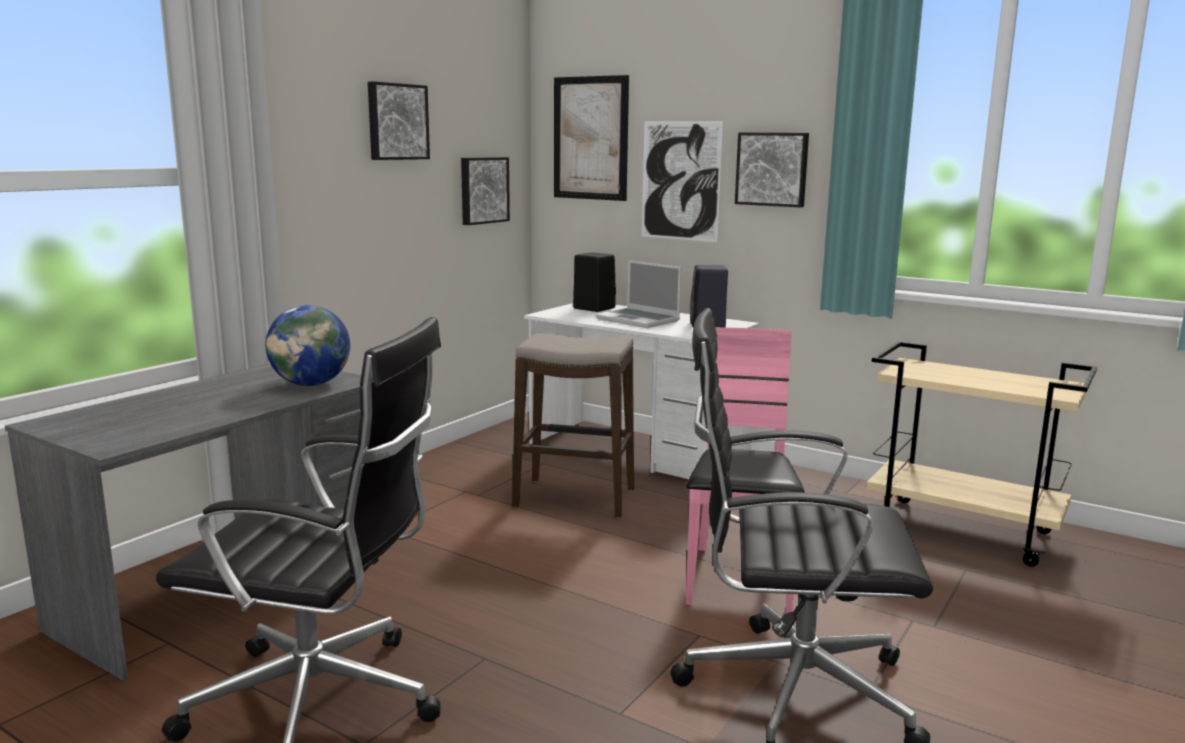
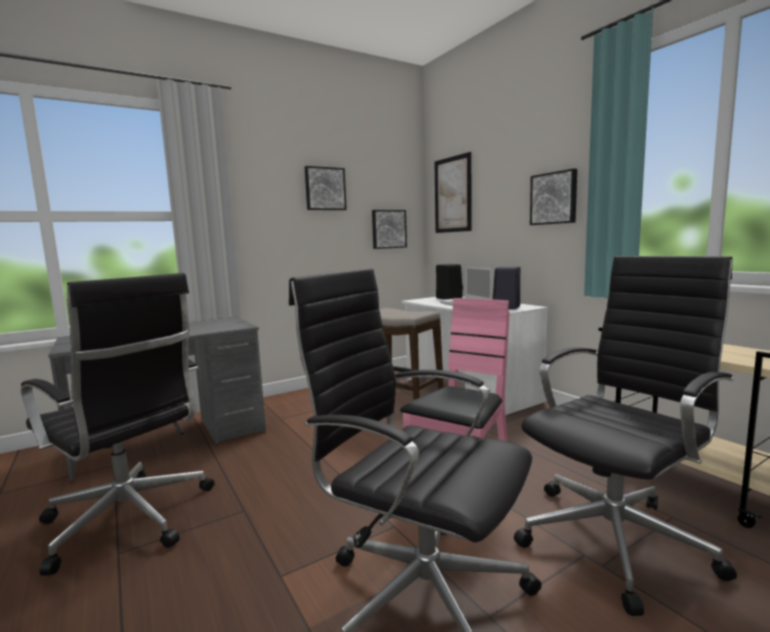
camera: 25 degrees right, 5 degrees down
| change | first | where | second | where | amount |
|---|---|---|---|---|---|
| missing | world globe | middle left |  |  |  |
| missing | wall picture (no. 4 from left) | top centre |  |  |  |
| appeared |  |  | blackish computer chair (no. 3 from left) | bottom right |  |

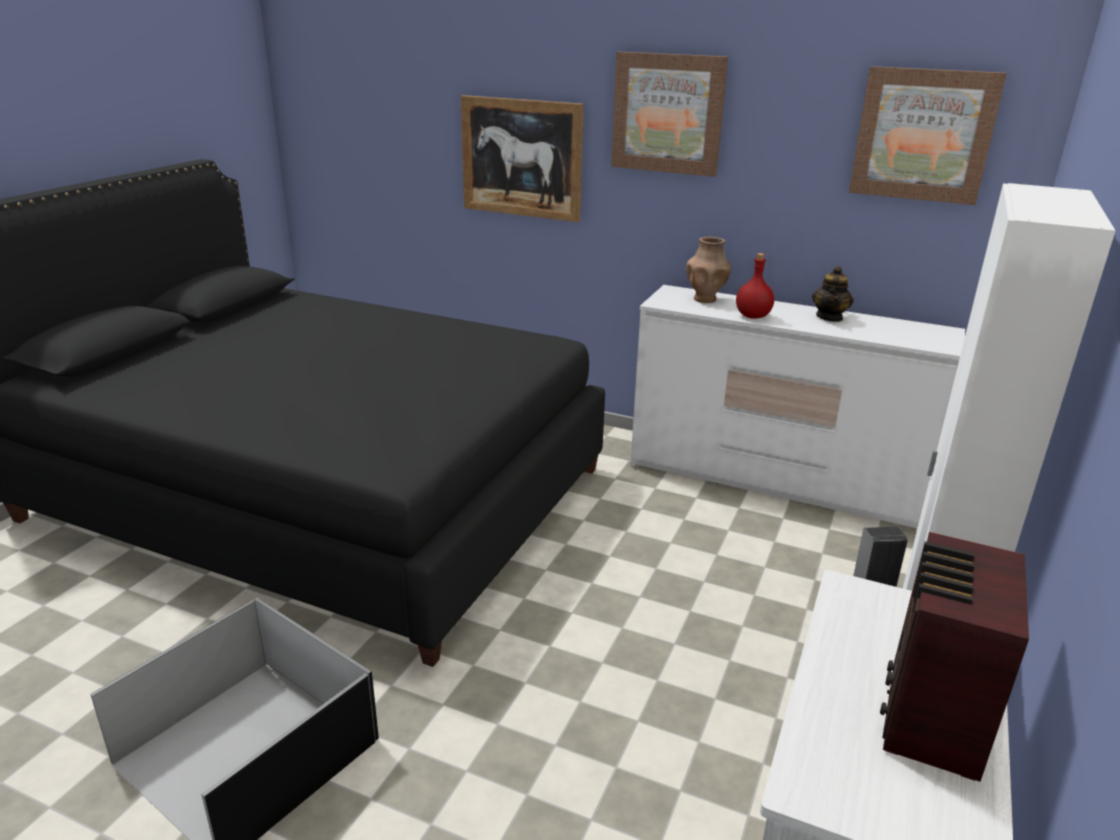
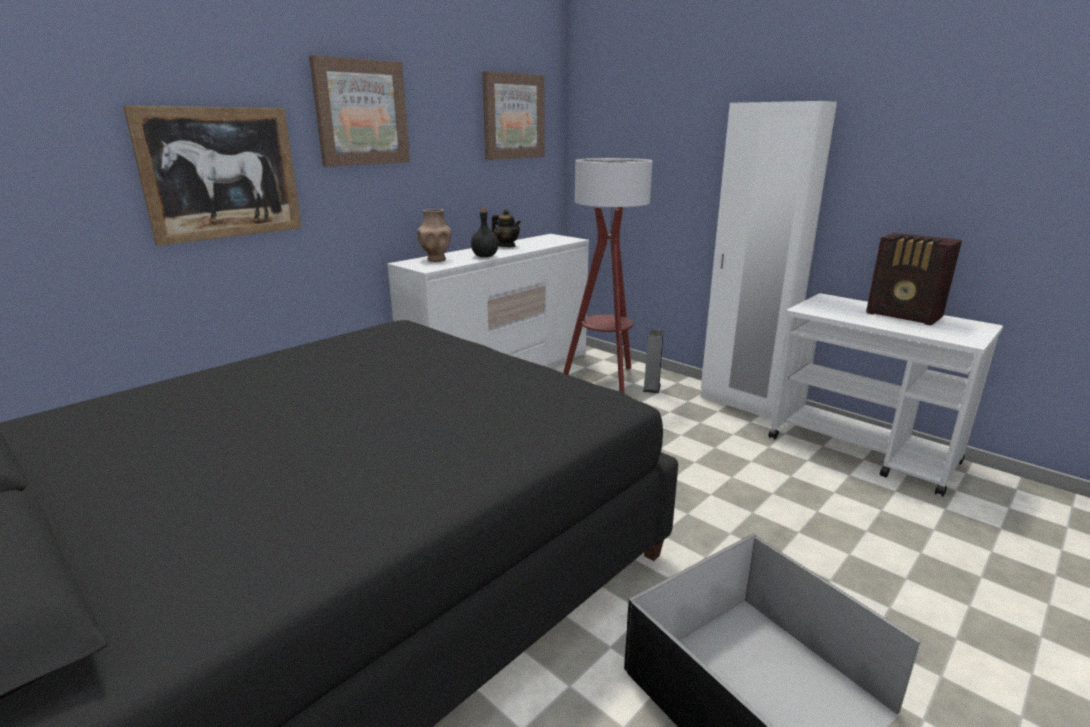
camera: 70 degrees left, 5 degrees down
| change | first | where | second | where | amount |
|---|---|---|---|---|---|
| colour | reddish drink bottle | middle right | blackish drink bottle | top centre |  |
| appeared |  |  | floor lamp | centre |  |

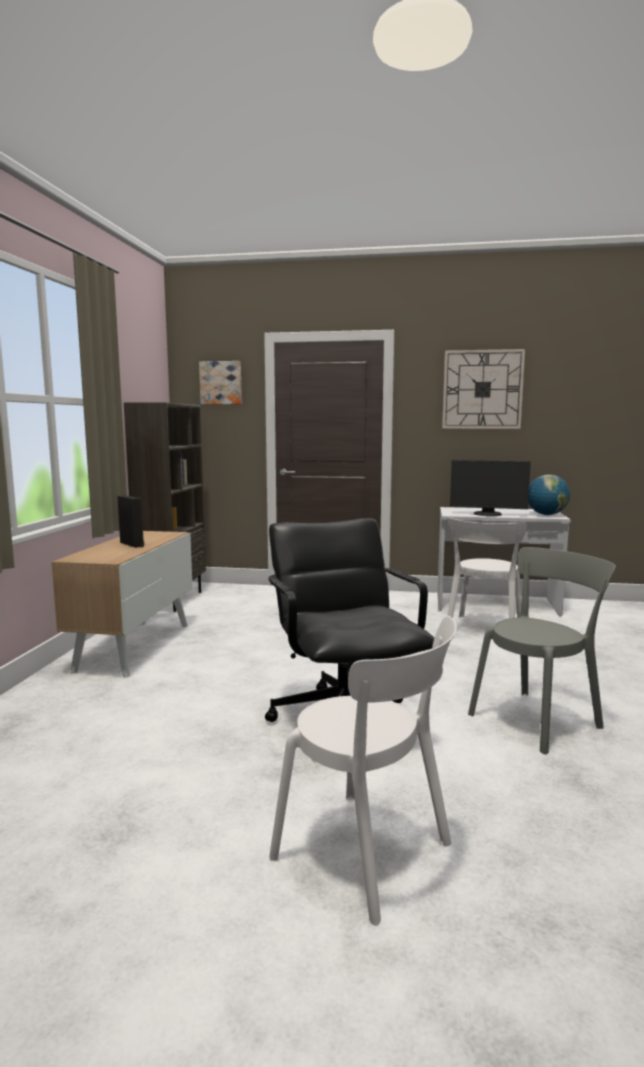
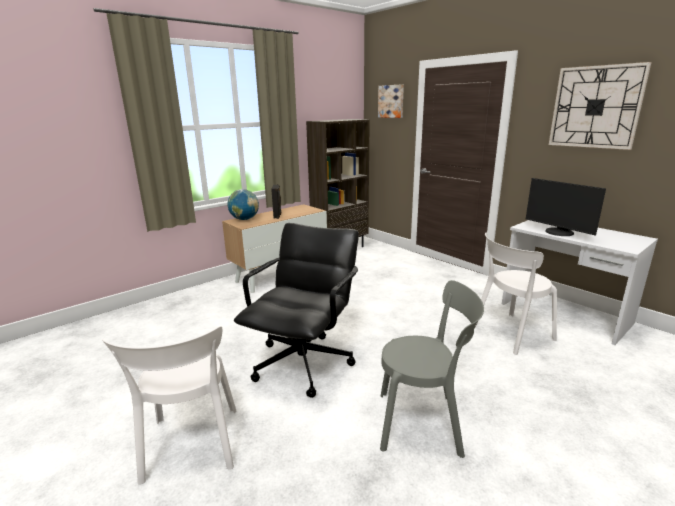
camera: 40 degrees right, 10 degrees up
| change | first | where | second | where | amount |
|---|---|---|---|---|---|
| relocated | world globe | middle right |  | centre |  |

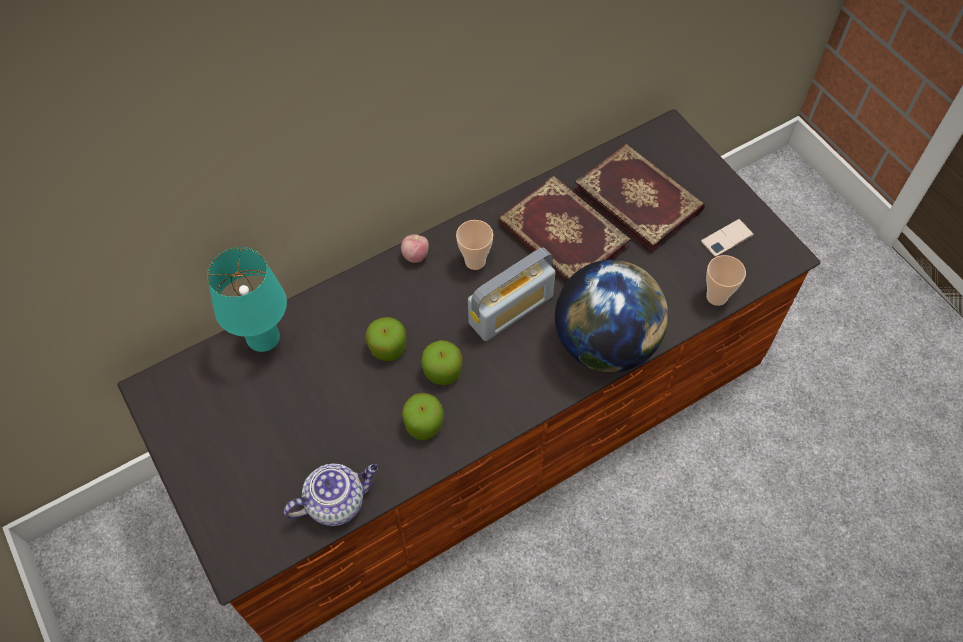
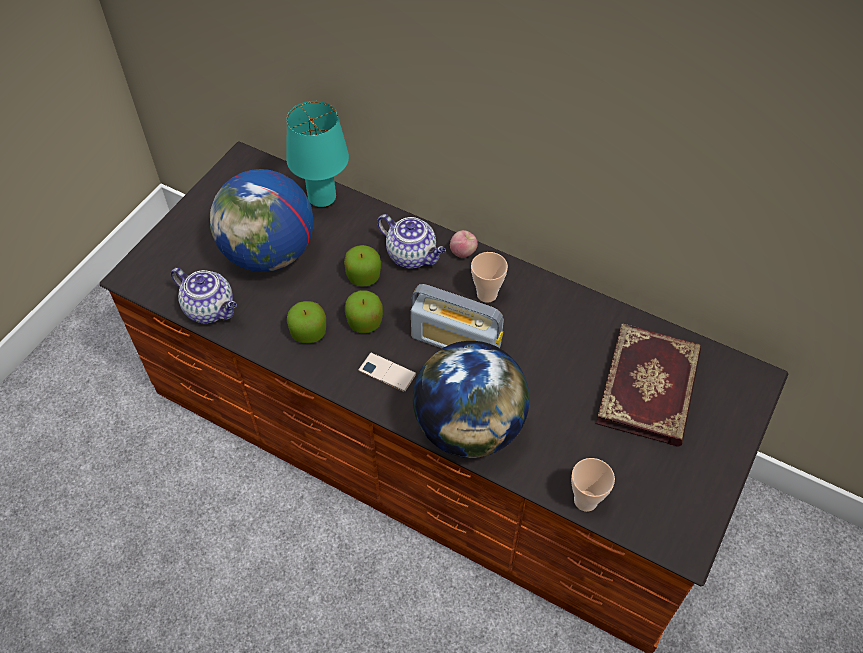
camera: 60 degrees right, 5 degrees down
| change | first | where | second | where | amount |
|---|---|---|---|---|---|
| missing | book (no. 1 from left) | centre |  |  |  |
| relocated | handset | middle right |  | centre |  |
| appeared |  |  | world globe (no. 1 from left) | middle left |  |
| appeared |  |  | pot for tea (no. 2 from left) | centre |  |

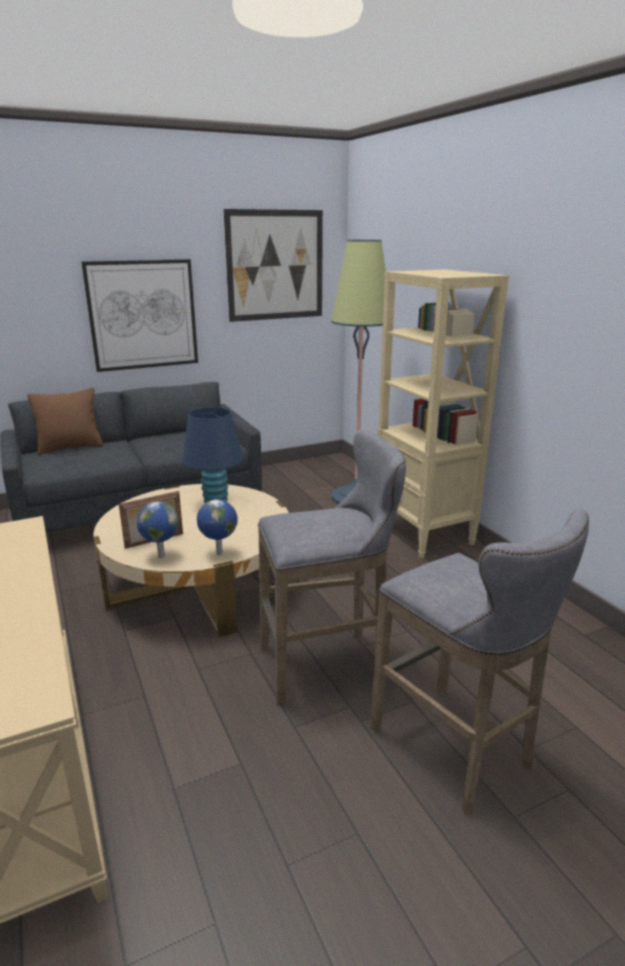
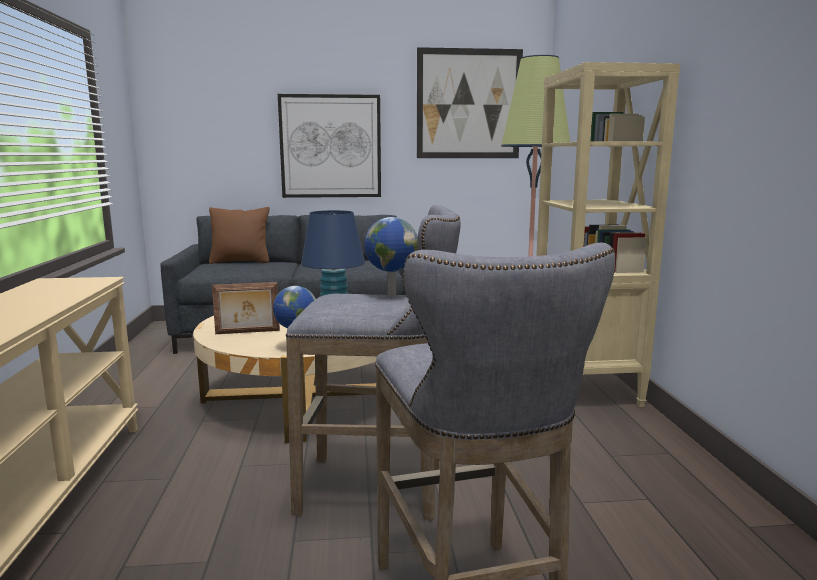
camera: 20 degrees right, 10 degrees down
| change | first | where | second | where | amount |
|---|---|---|---|---|---|
| relocated | world globe (no. 1 from left in the first image) | middle left | world globe (no. 2 from left) | centre |  |

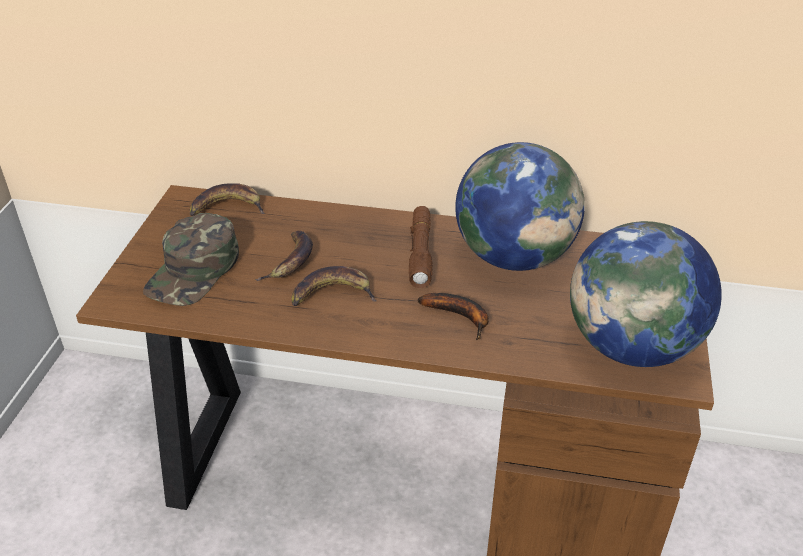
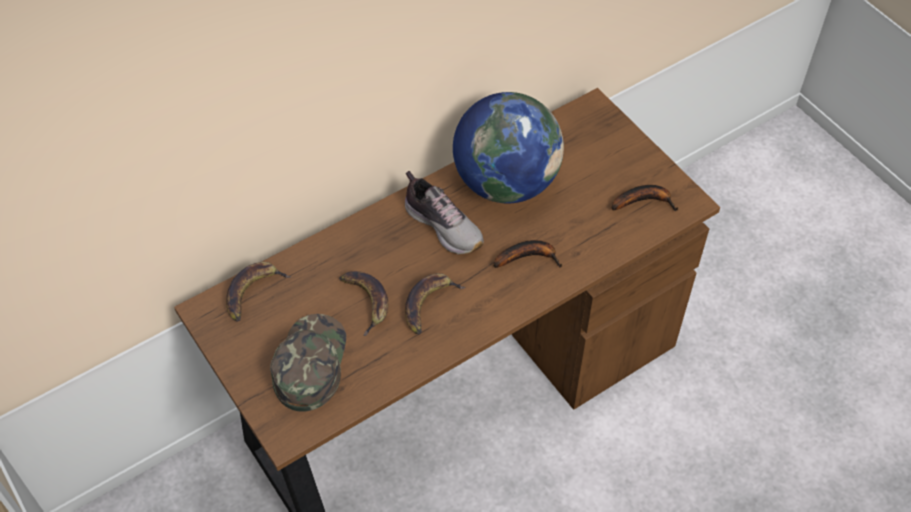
camera: 45 degrees left, 15 degrees up
| change | first | where | second | where | amount |
|---|---|---|---|---|---|
| spun | greenish peaked cap | middle left |  | bottom centre | 150 degrees counterclockwise |
| exchanged | brown torch | centre | item of footwear | centre |  |
| exchanged | world globe (no. 2 from left) | middle right | whole banana (no. 5 from left) | middle right |  |

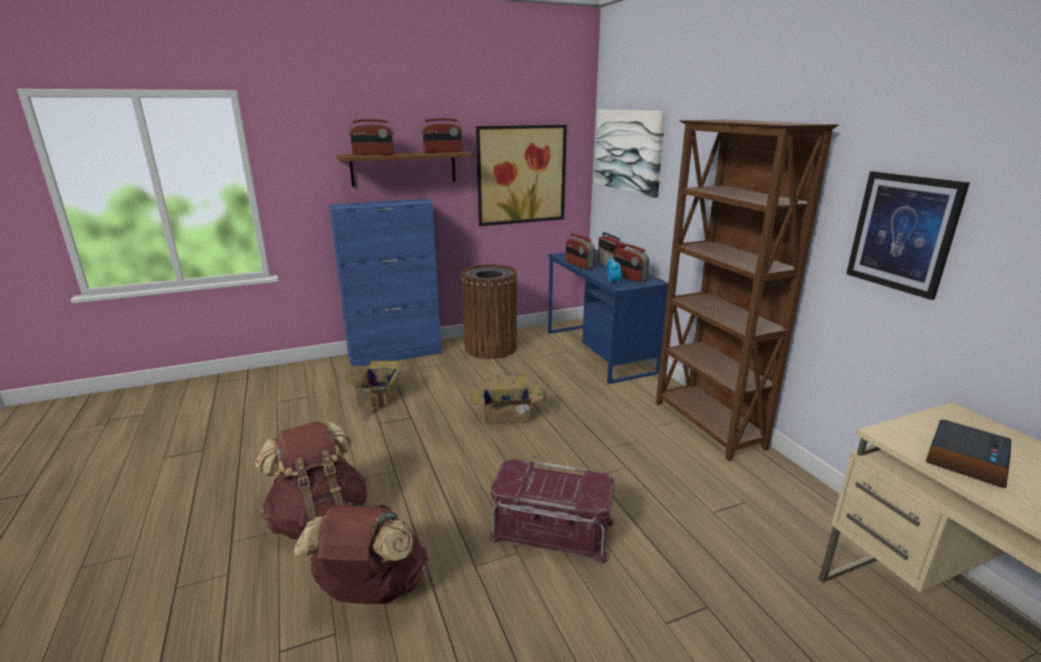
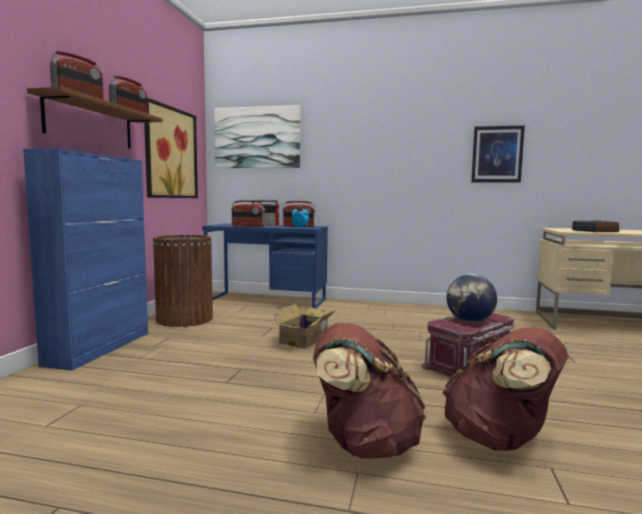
camera: 55 degrees left, 15 degrees down
| change | first | where | second | where | amount |
|---|---|---|---|---|---|
| missing | cardboard box (no. 1 from left) | centre |  |  |  |
| missing | brown bookcase | middle right |  |  |  |
| appeared |  |  | world globe | middle right |  |

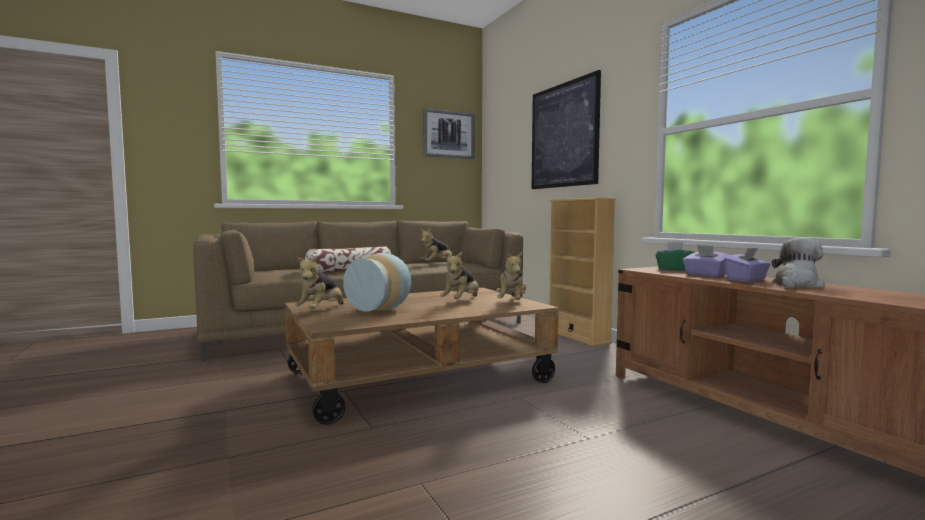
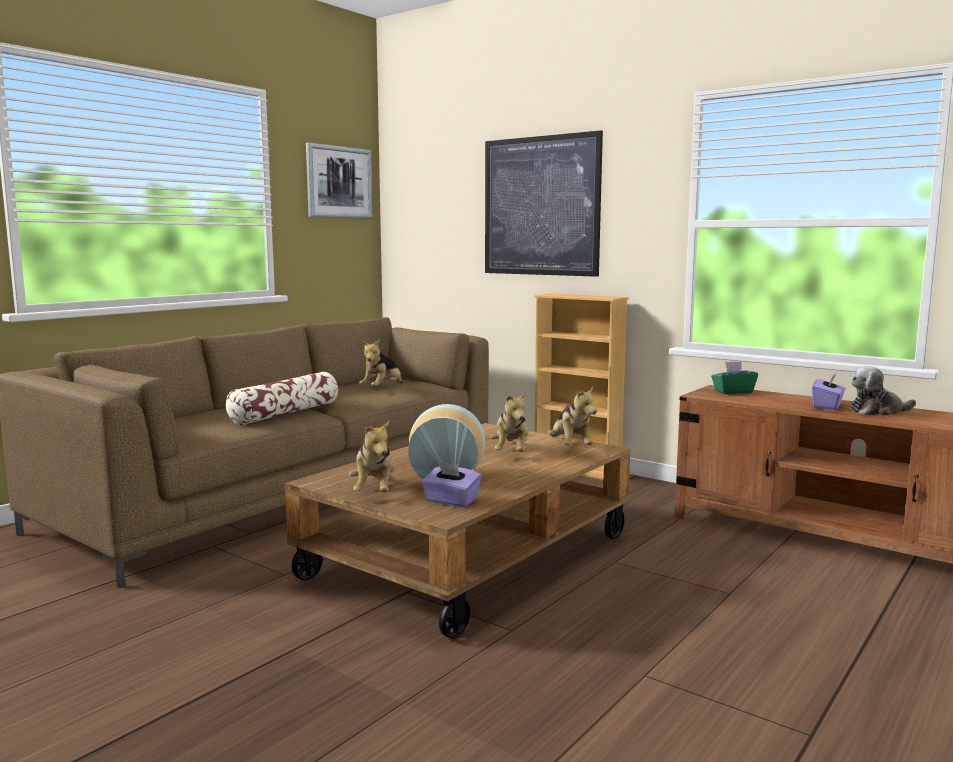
camera: 25 degrees left, 5 degrees up
| change | first | where | second | where | amount |
|---|---|---|---|---|---|
| relocated | purple box of tissues (no. 1 from left) | middle right |  | centre |  |
| spun | cuddly toy (no. 5 from left) | middle right |  | middle right | 120 degrees counterclockwise |

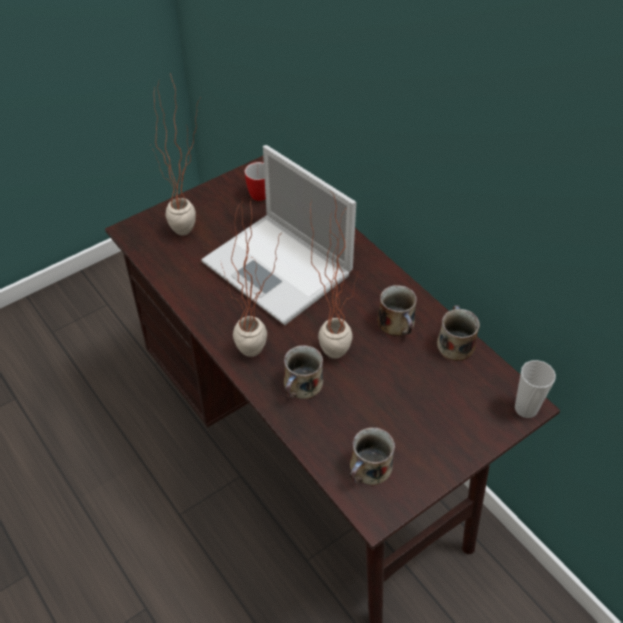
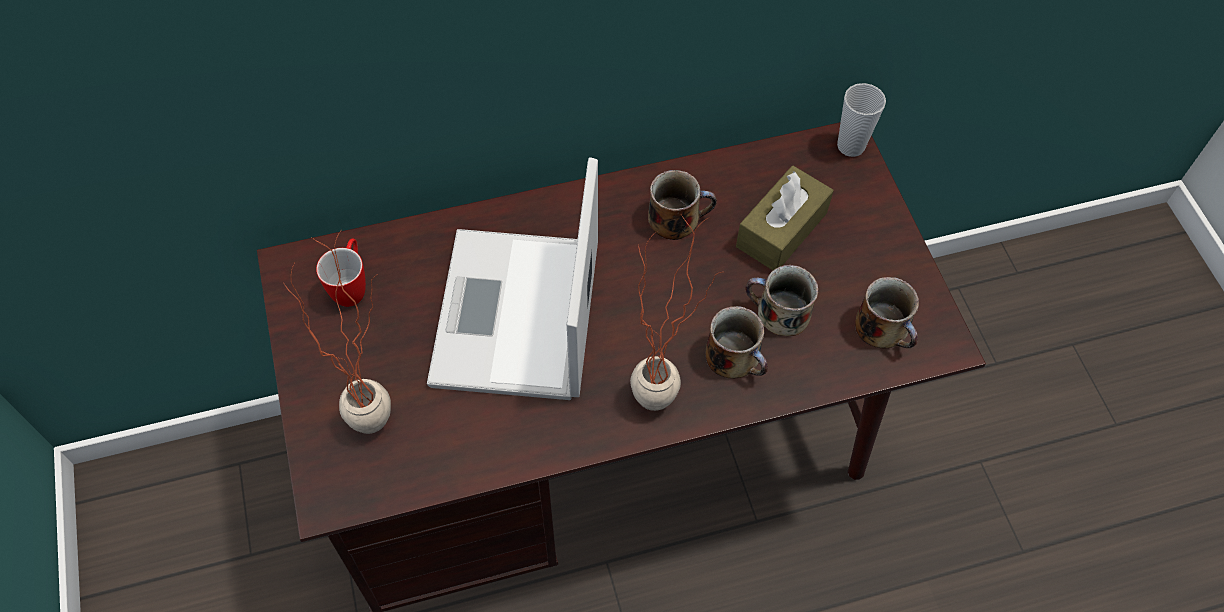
camera: 70 degrees left, 10 degrees up
| change | first | where | second | where | amount |
|---|---|---|---|---|---|
| spun | notebook computer | centre |  | centre | 120 degrees clockwise |
| missing | potted plant (no. 3 from left) | centre |  |  |  |
| relocated | mug (no. 5 from left in the first image) | middle right | mug (no. 4 from left) | centre |  |
| appeared |  |  | brown box of tissues | centre |  |

